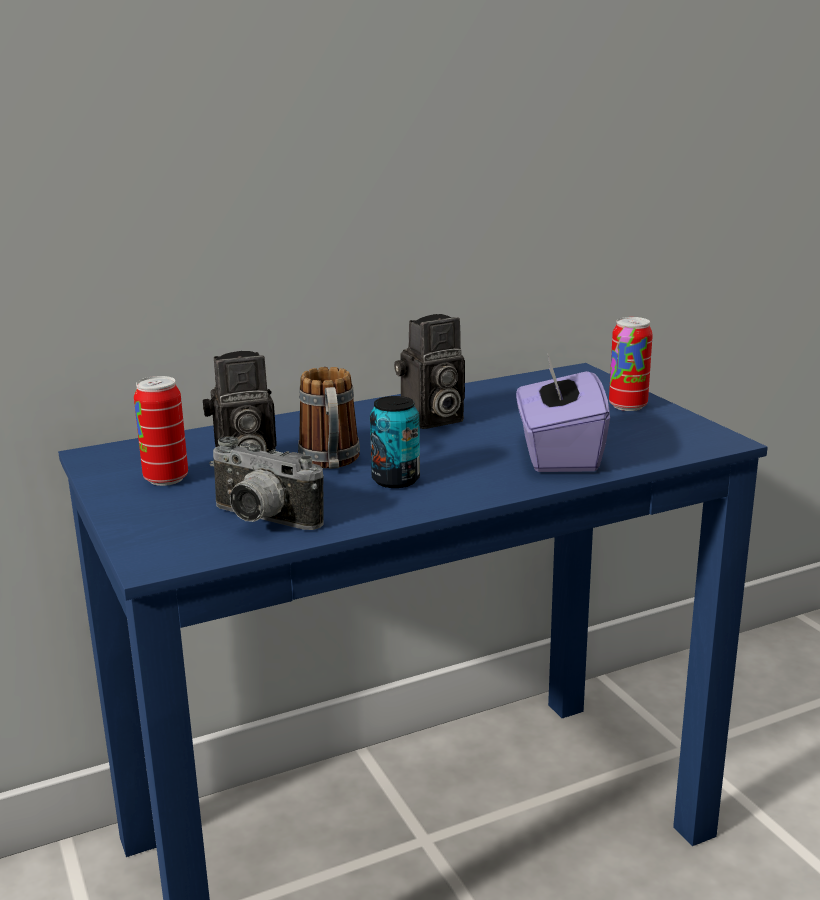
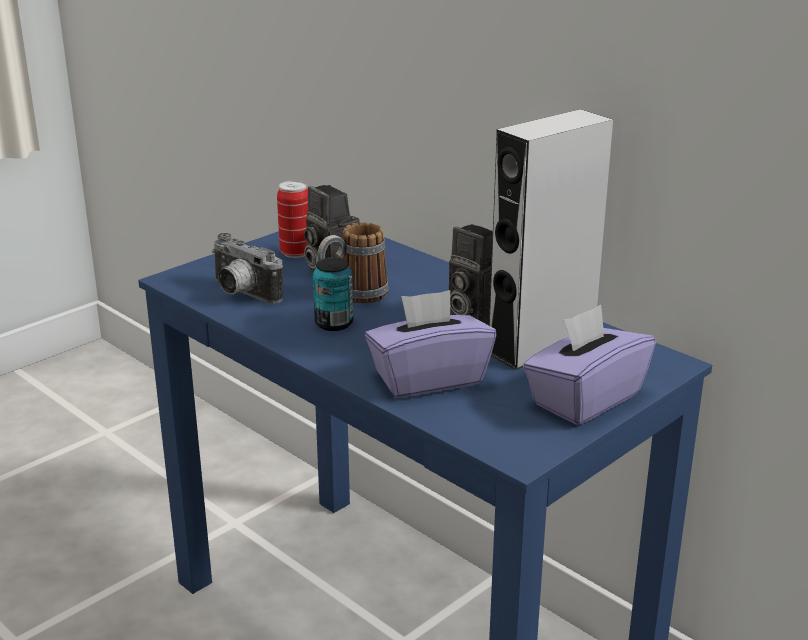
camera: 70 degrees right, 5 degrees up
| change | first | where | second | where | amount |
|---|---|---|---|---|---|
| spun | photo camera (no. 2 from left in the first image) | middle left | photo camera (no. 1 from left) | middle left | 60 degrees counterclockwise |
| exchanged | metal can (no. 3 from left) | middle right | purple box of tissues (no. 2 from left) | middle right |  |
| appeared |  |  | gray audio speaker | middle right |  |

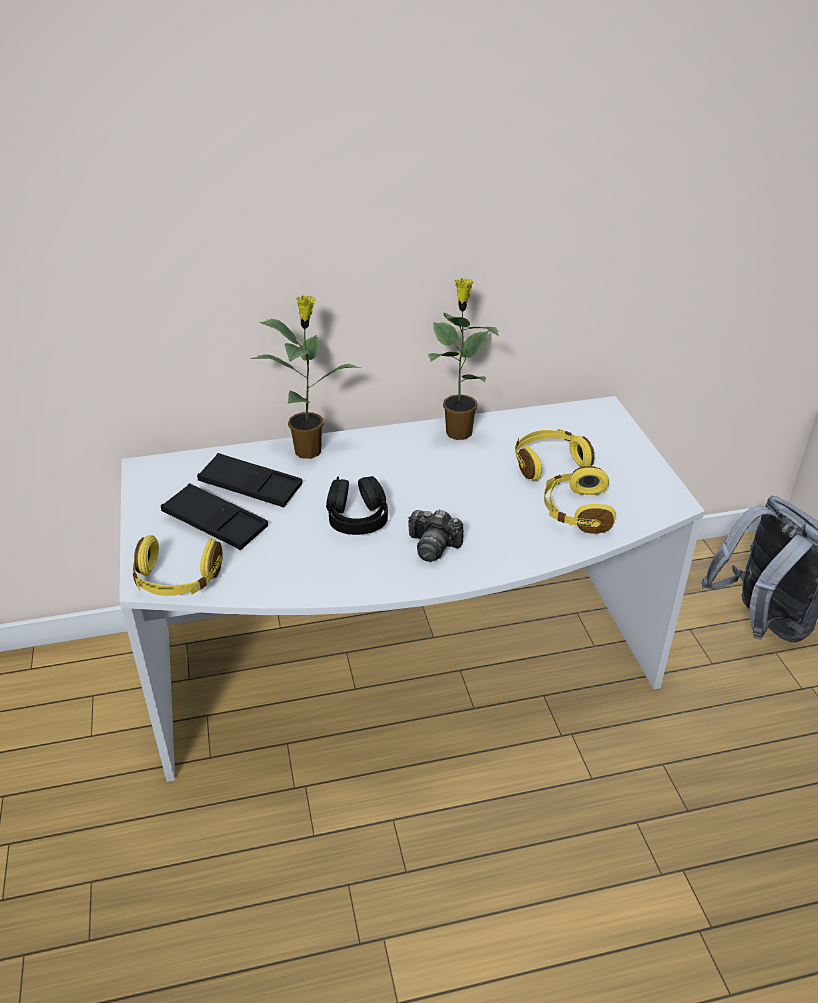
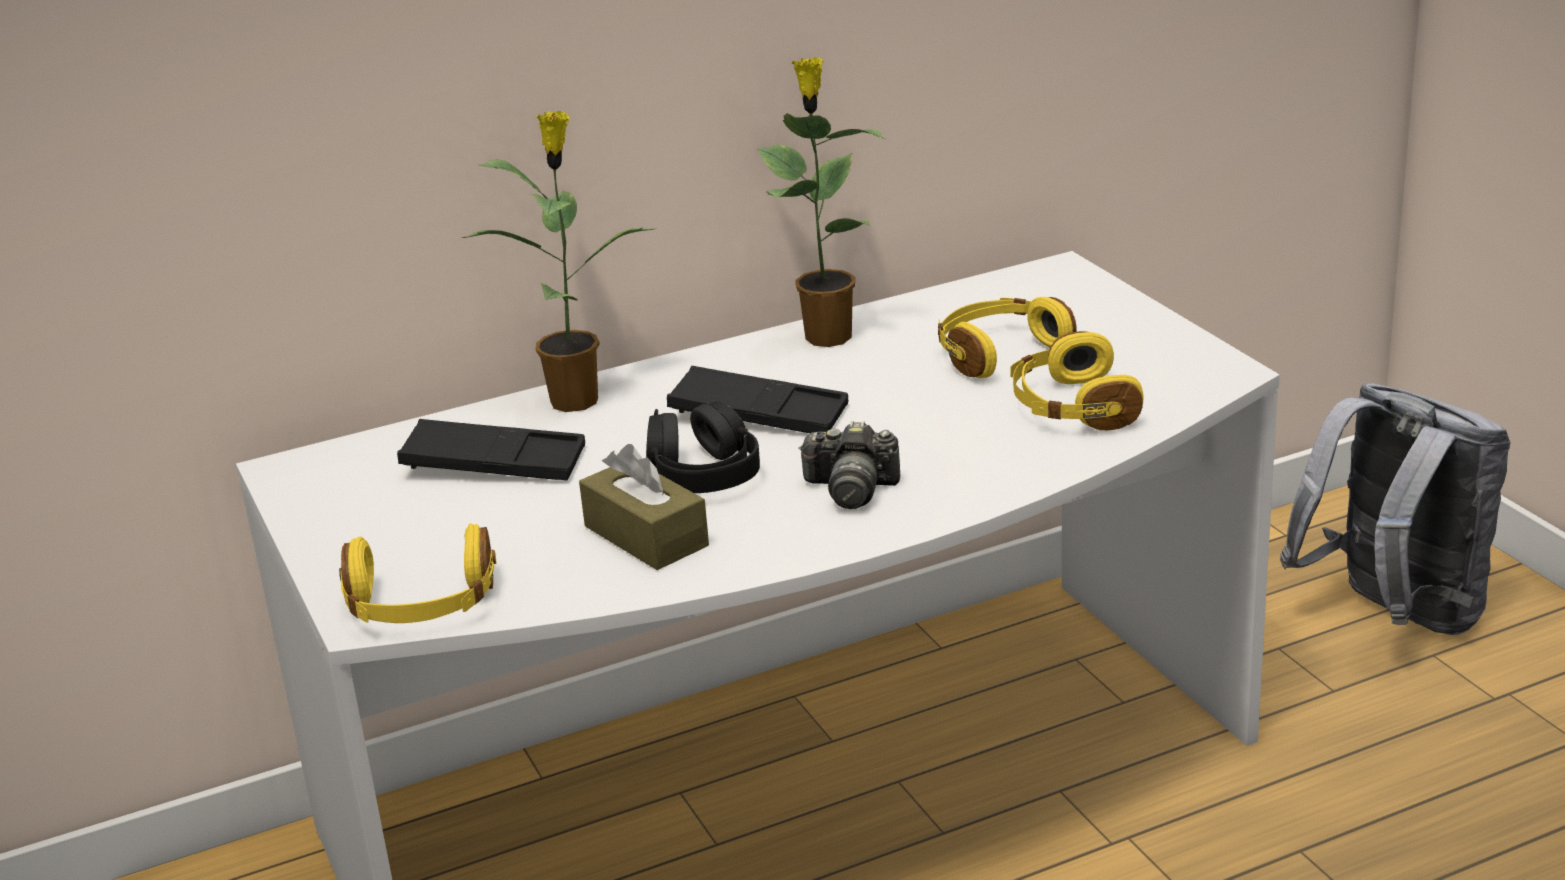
camera: 10 degrees left, 10 degrees down
| change | first | where | second | where | amount |
|---|---|---|---|---|---|
| relocated | blackish tray (no. 1 from left in the first image) | middle left | blackish tray (no. 2 from left) | centre |  |
| appeared |  |  | brown box of tissues | centre |  |

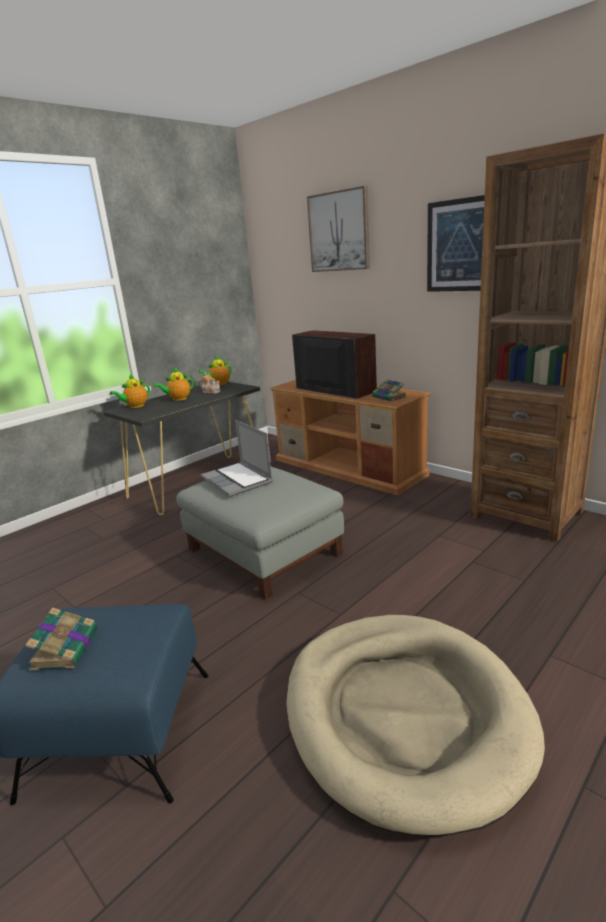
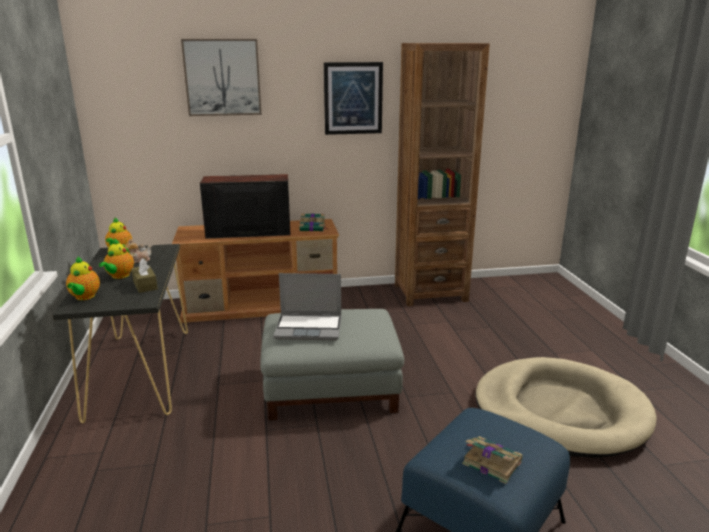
camera: 55 degrees left, 0 degrees up
| change | first | where | second | where | amount |
|---|---|---|---|---|---|
| appeared |  |  | brown box of tissues | middle left |  |

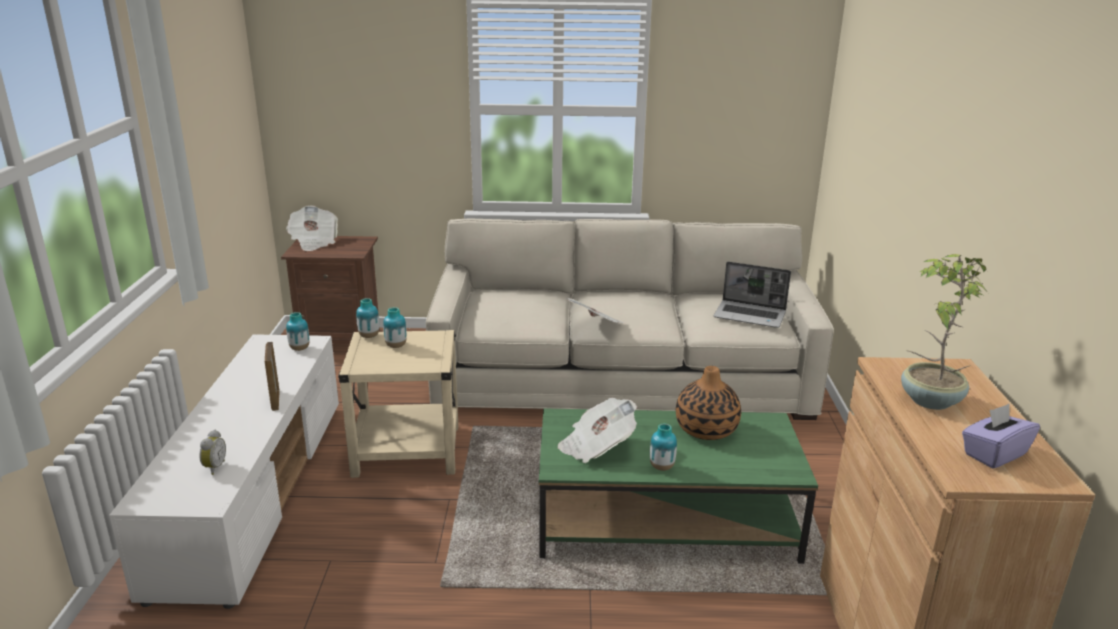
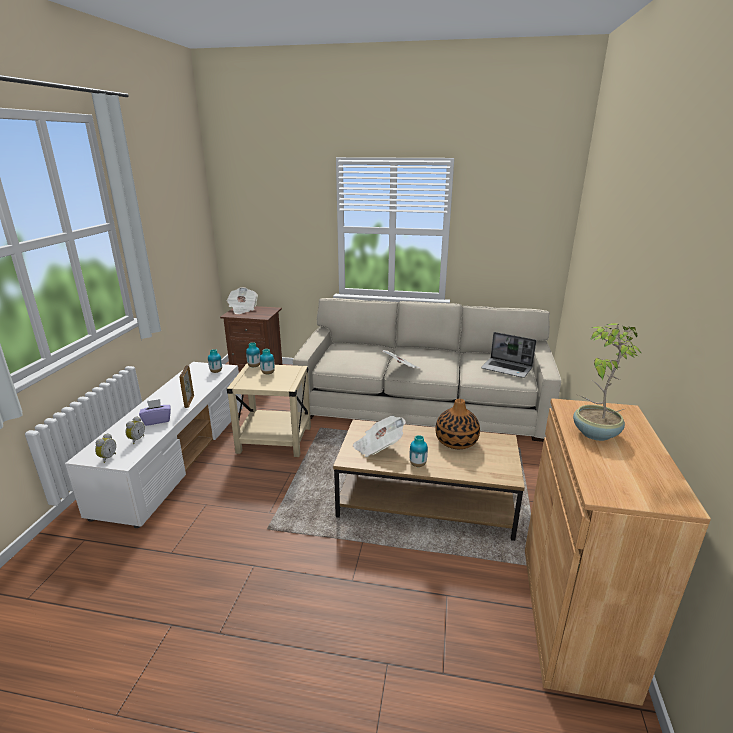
camera: 10 degrees right, 0 degrees up
| change | first | where | second | where | amount |
|---|---|---|---|---|---|
| colour | greenish lounge table | bottom centre | brown lounge table | centre |  |
| relocated | purple box of tissues | bottom right |  | middle left |  |
| appeared |  |  | table clock (no. 1 from left) | middle left |  |

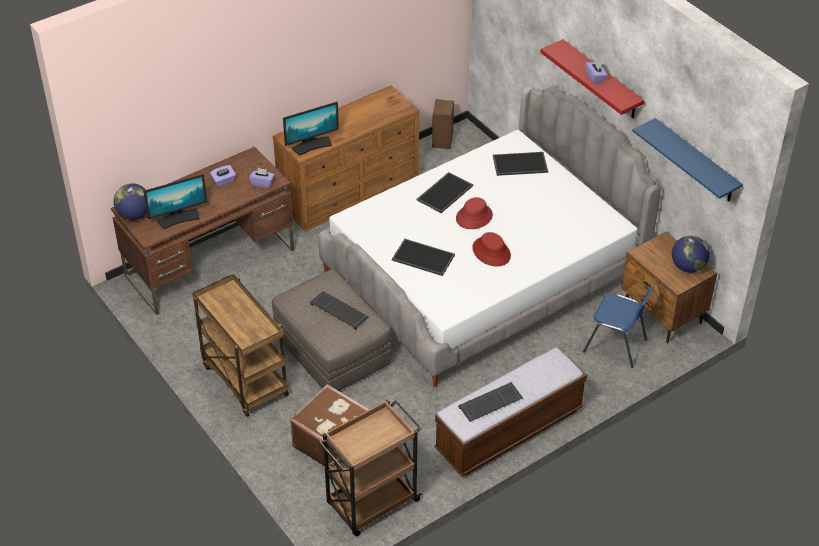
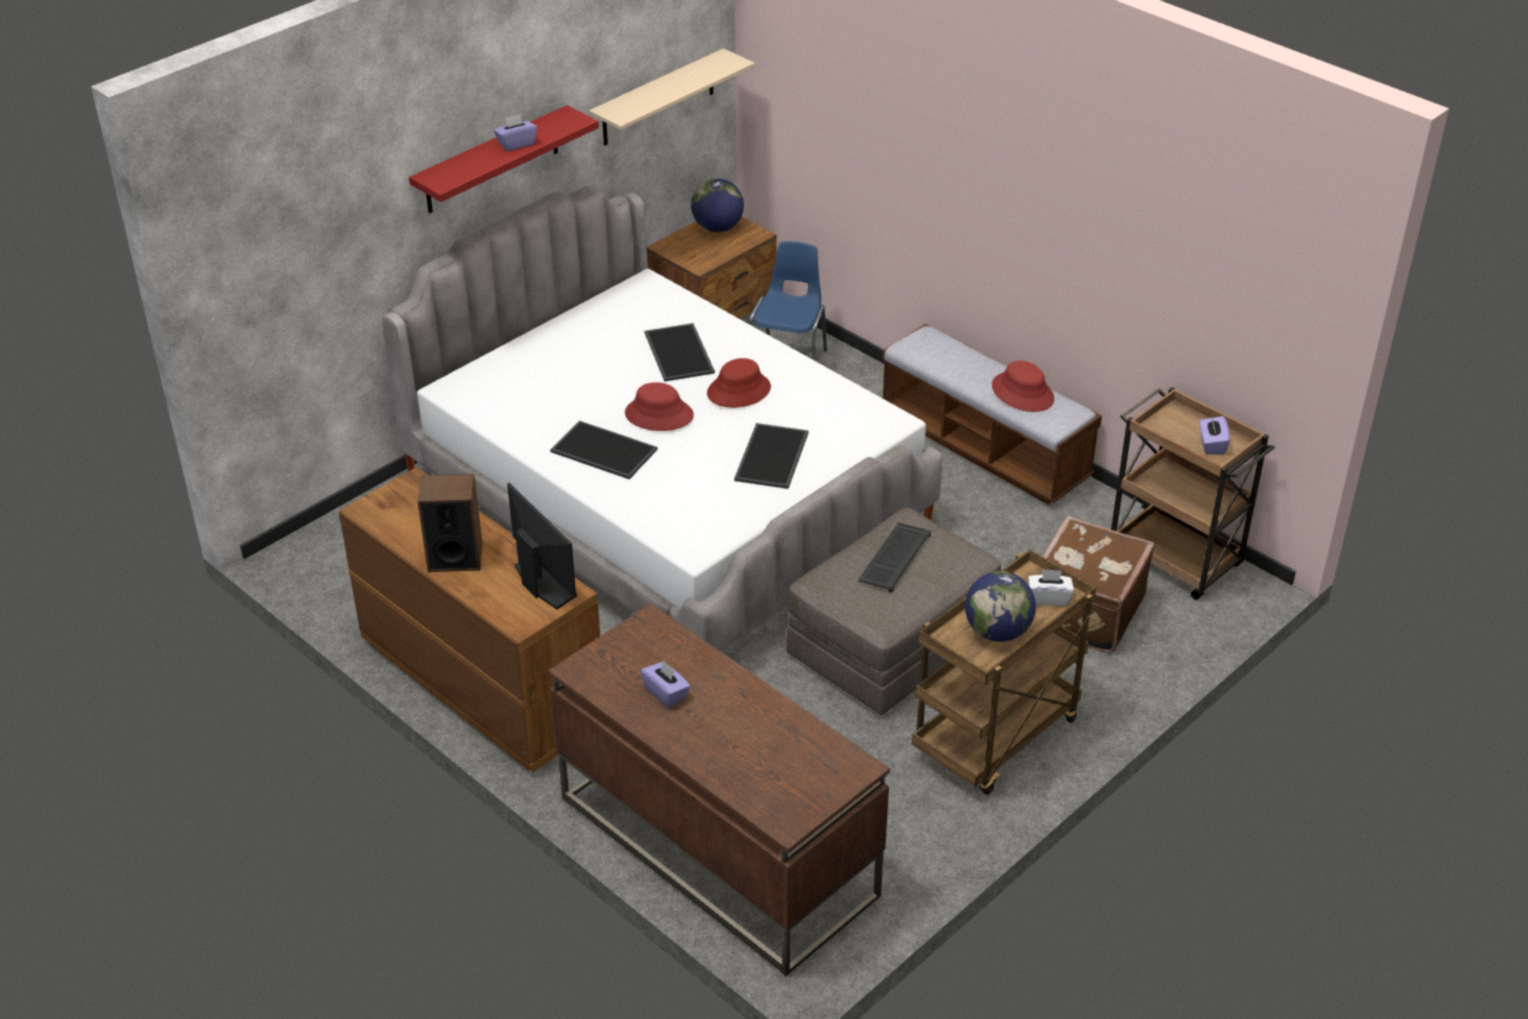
camera: 100 degrees left, 5 degrees down
| change | first | where | second | where | amount |
|---|---|---|---|---|---|
| relocated | world globe (no. 1 from left in the first image) | middle left | world globe (no. 2 from left) | centre |  |
| missing | computer screen (no. 1 from left) | middle left |  |  |  |
| relocated | purple box of tissues (no. 2 from left in the first image) | top left | purple box of tissues (no. 3 from left) | middle right |  |
| relocated | audio speaker | top centre |  | middle left |  |
| exchanged | PC keyboard (no. 2 from left) | bottom centre | reddish hat (no. 3 from left) | middle right |  |
| relocated | tray (no. 3 from left in the first image) | top centre | tray (no. 2 from left) | centre |  |
| colour | bluish bracket shelf | top right | sand-coloured bracket shelf | top centre |  |
| appeared |  |  | white box of tissues | middle right |  |

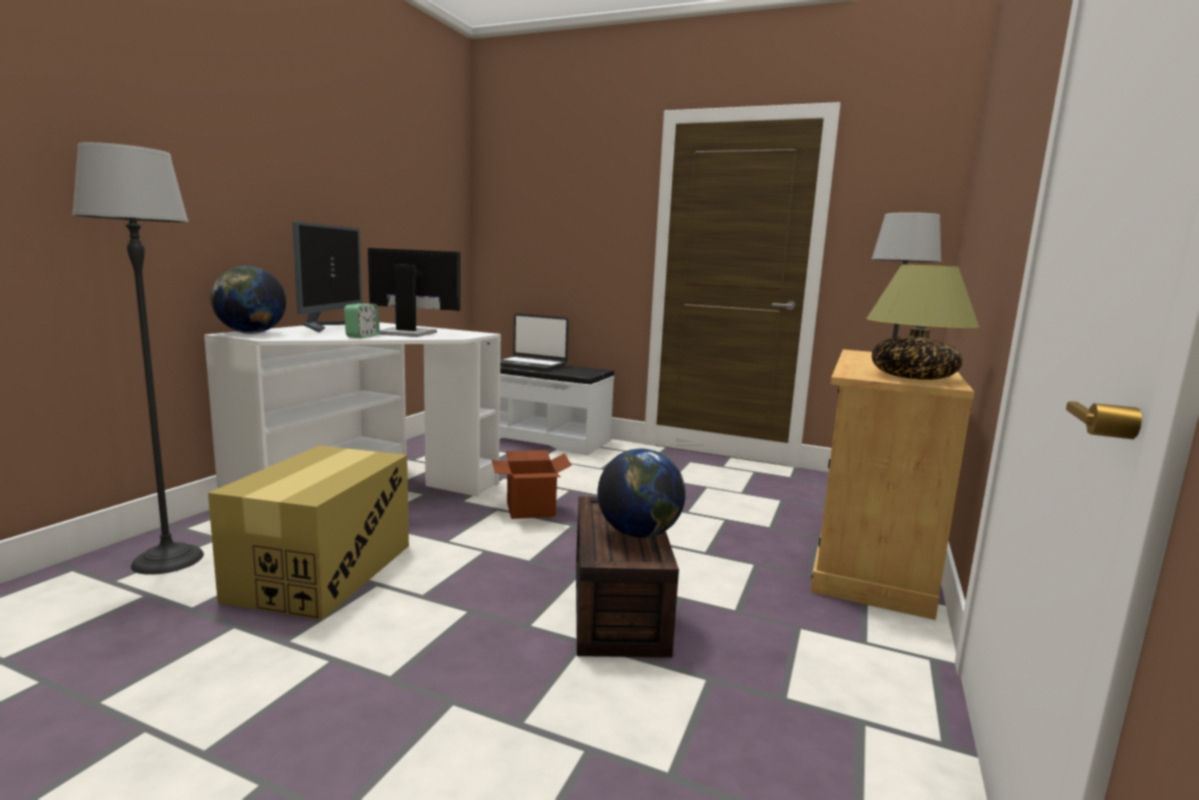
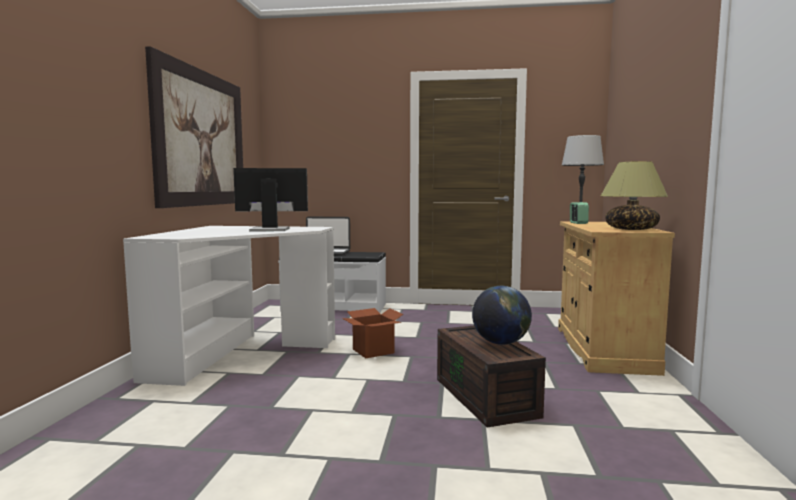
camera: 15 degrees left, 5 degrees down
| change | first | where | second | where | amount |
|---|---|---|---|---|---|
| missing | floor lamp (no. 1 from left) | middle left |  |  |  |
| missing | cardboard box (no. 1 from left) | middle left |  |  |  |
| missing | world globe (no. 1 from left) | middle left |  |  |  |
| missing | computer screen (no. 1 from left) | middle left |  |  |  |
| relocated | table clock | middle left |  | middle right |  |
| appeared |  |  | wall picture | top left |  |

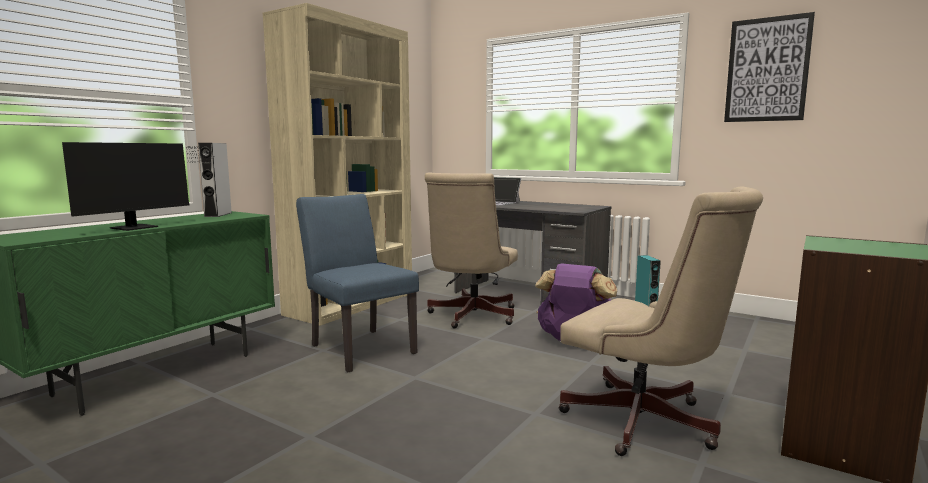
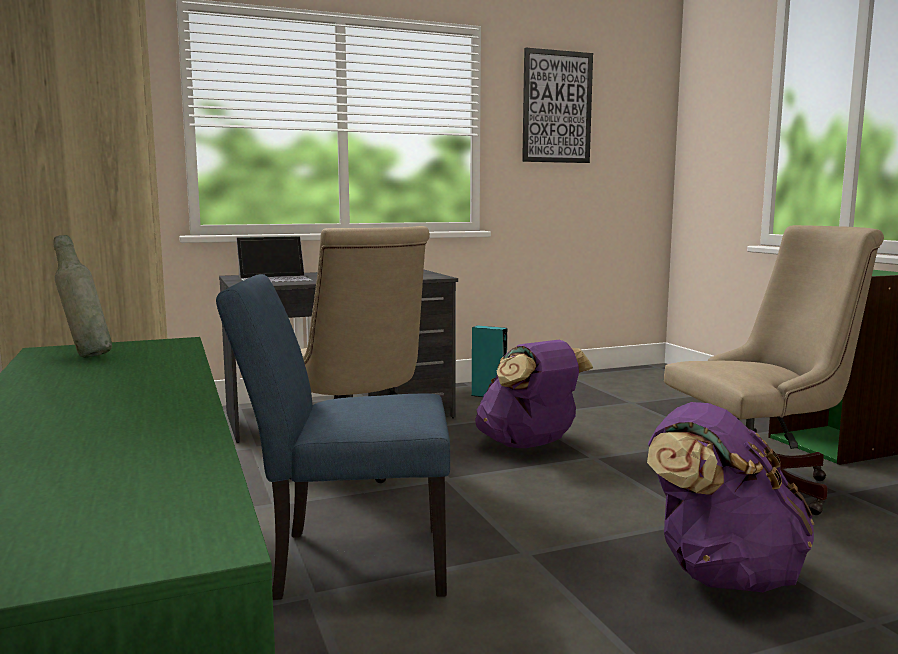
camera: 55 degrees left, 0 degrees up
| change | first | where | second | where | amount |
|---|---|---|---|---|---|
| missing | computer screen | middle left |  |  |  |
| exchanged | gray audio speaker | middle left | gray drink bottle | middle left |  |
| appeared |  |  | purple knapsack (no. 2 from left) | bottom right |  |

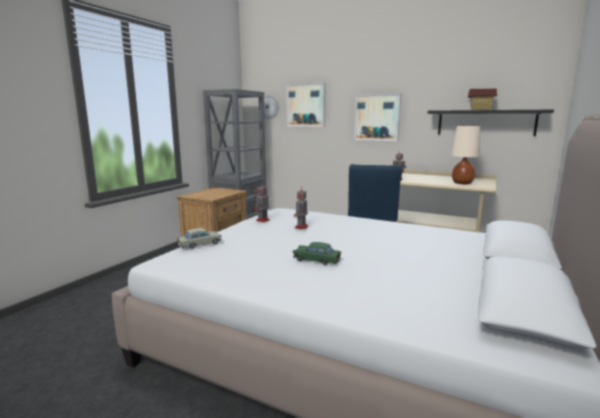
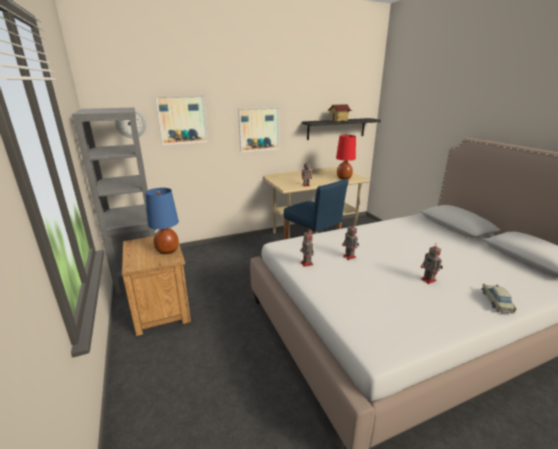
camera: 50 degrees left, 10 degrees up
| change | first | where | second | where | amount |
|---|---|---|---|---|---|
| relocated | sand-coloured miniature car | middle left |  | middle right |  |
| exchanged | greenish miniature car | centre | toy robot (no. 4 from left) | middle right |  |
| colour | sand-coloured tabletop lamp | middle right | reddish tabletop lamp | centre |  |
| appeared |  |  | bluish tabletop lamp | middle left |  |

